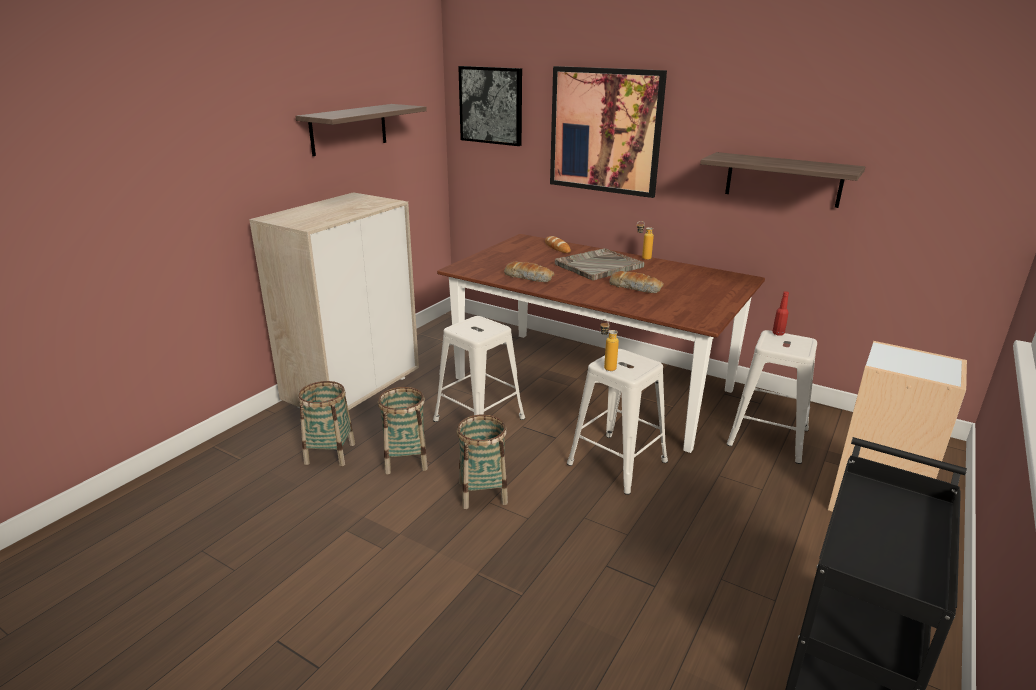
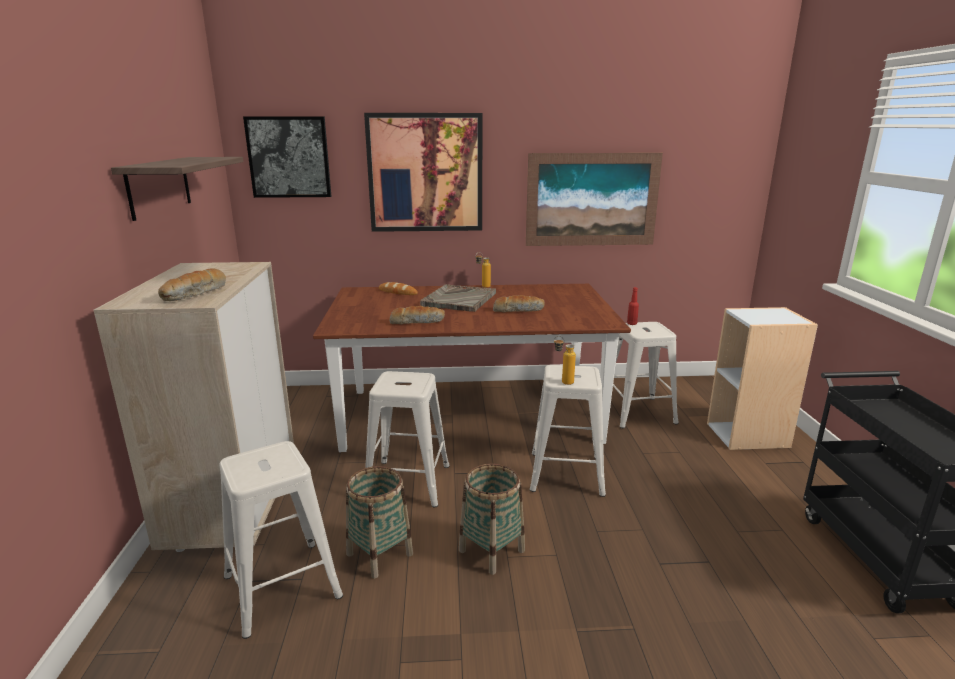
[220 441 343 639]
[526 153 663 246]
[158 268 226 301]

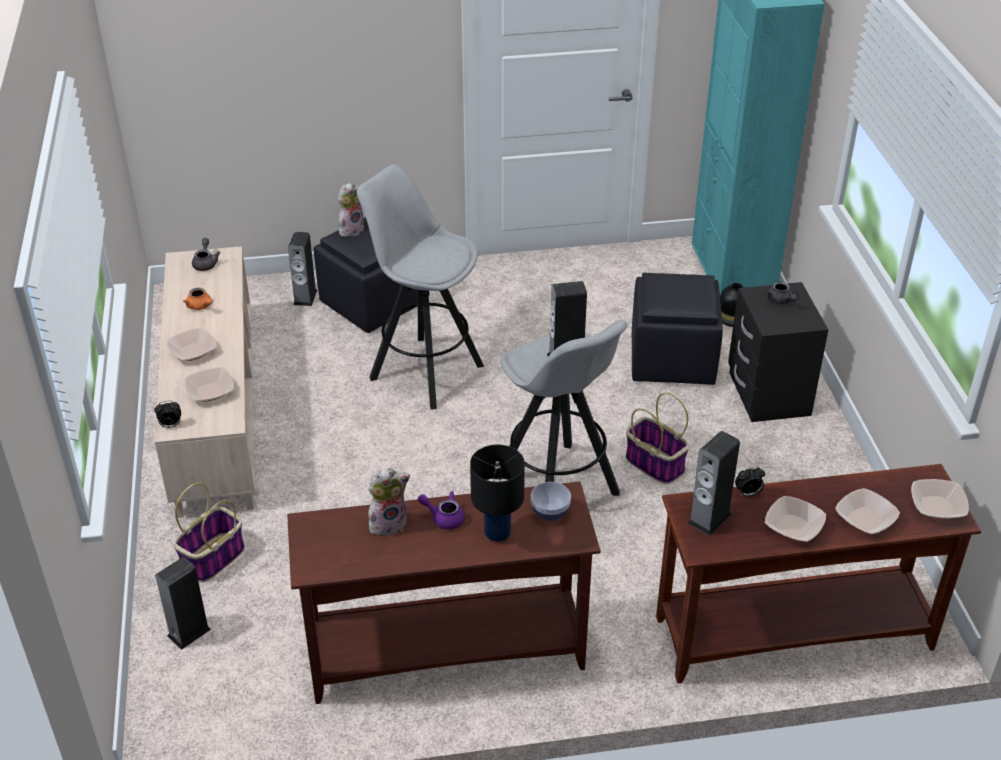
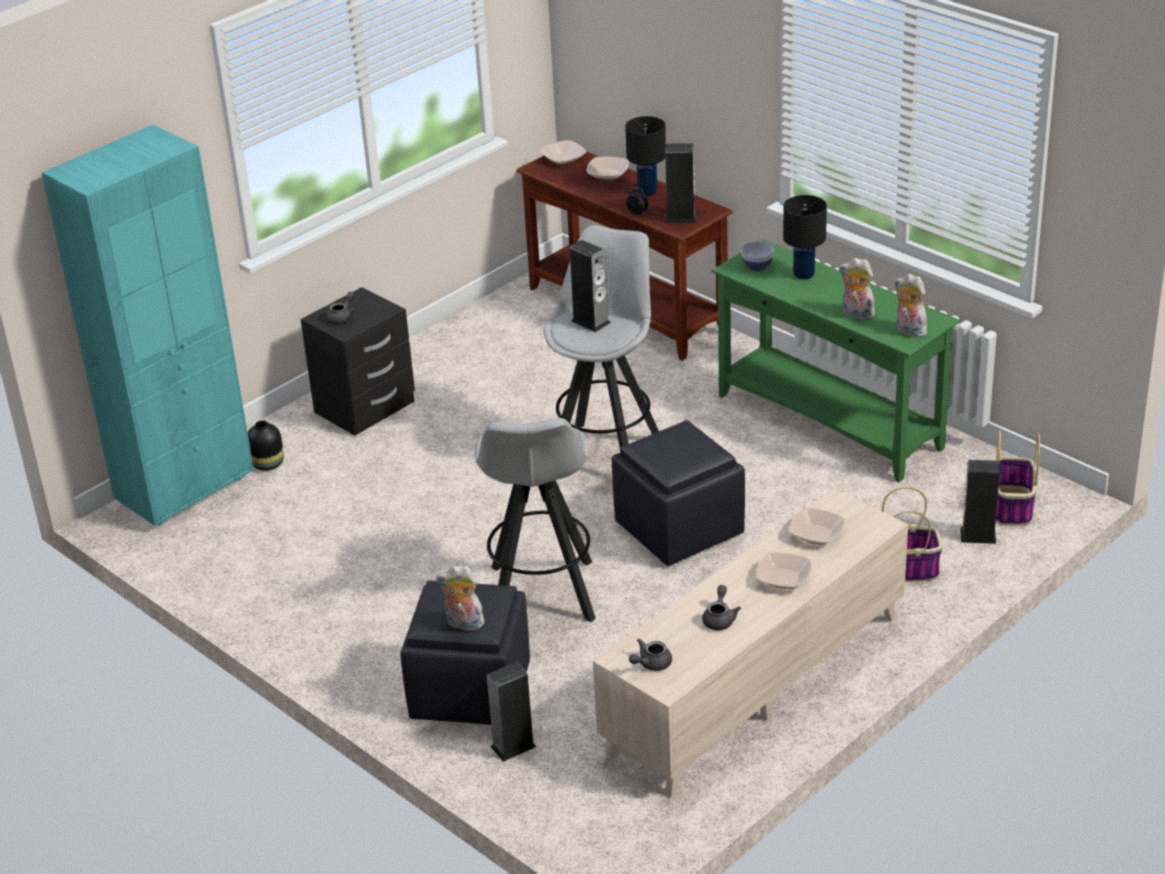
[154 401 181 428] (first image)
[702 585 741 630]
[712 239 960 482]
[418 491 465 529] (first image)
[996 431 1040 526]
[612 420 745 566]
[625 116 666 195]
[894 274 929 338]

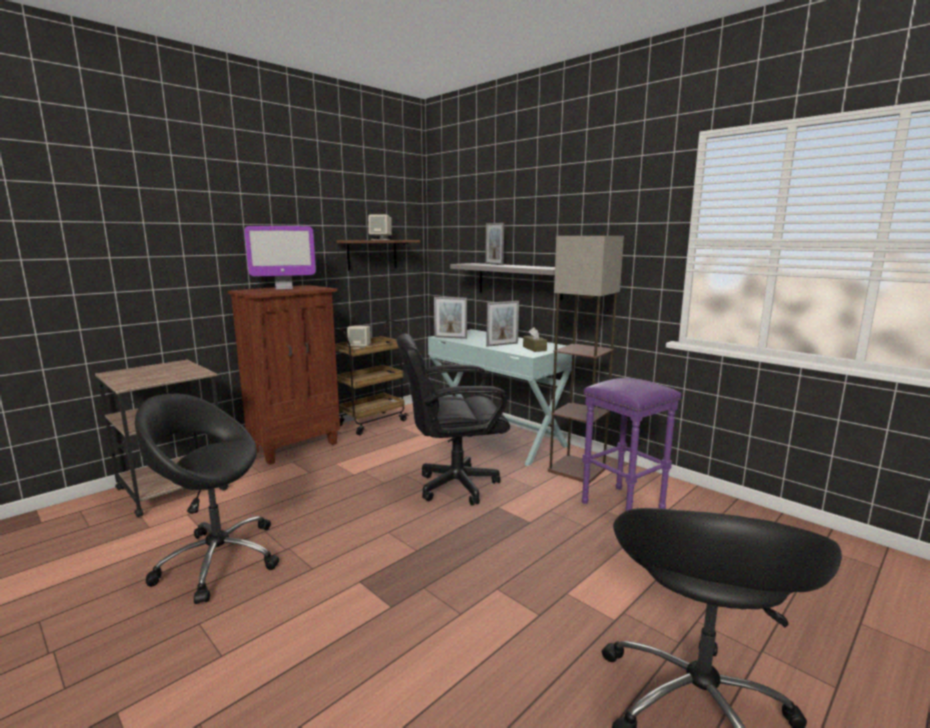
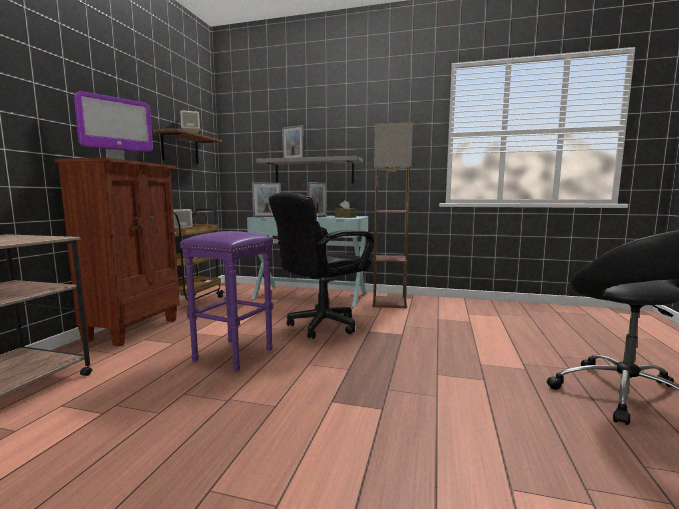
[135 393 279 604] (first image)
[180 231 273 371]

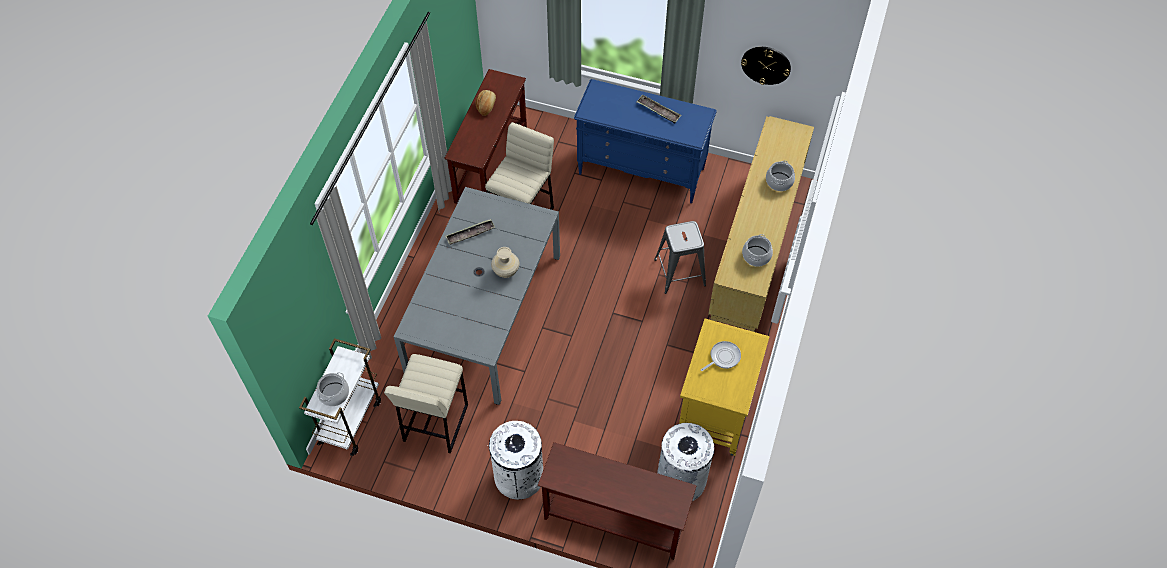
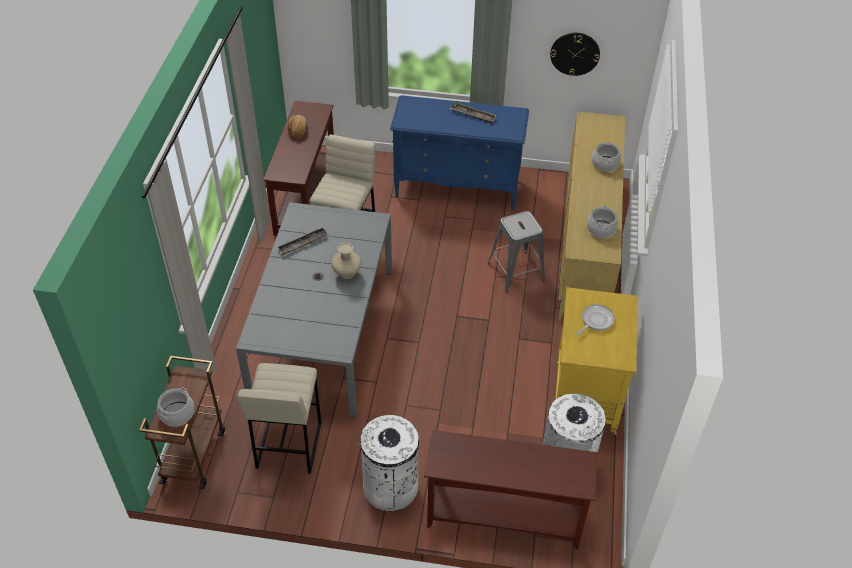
[139 356 225 490]

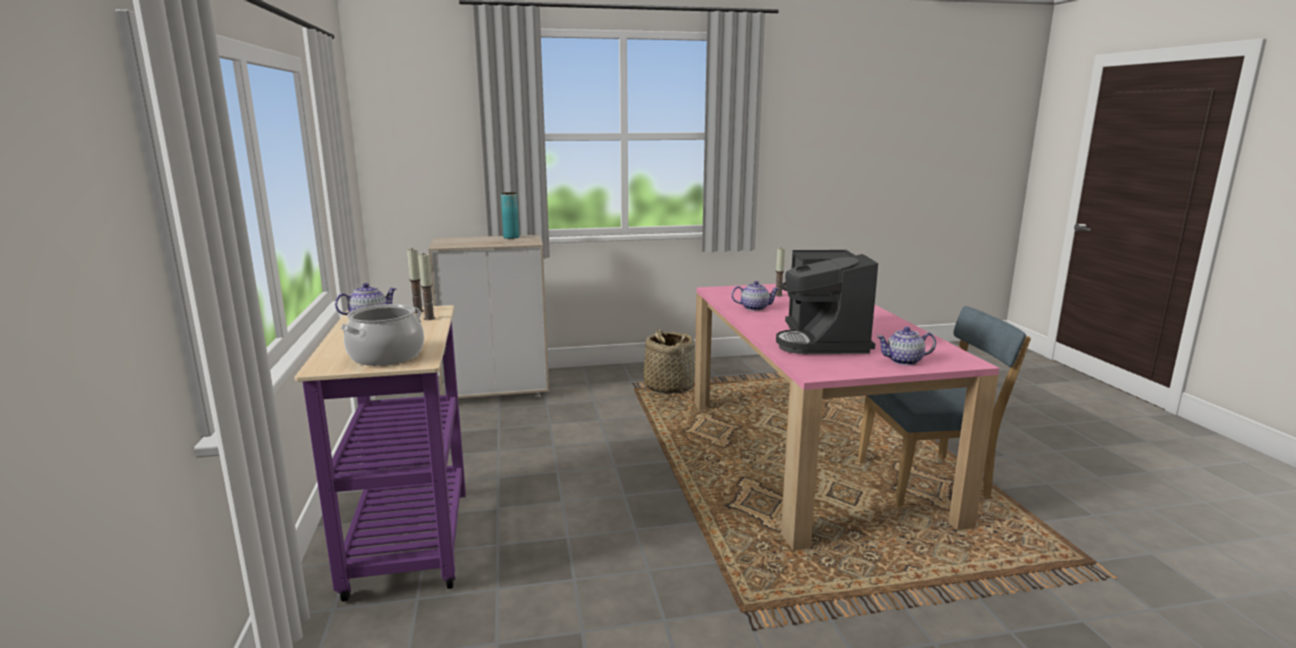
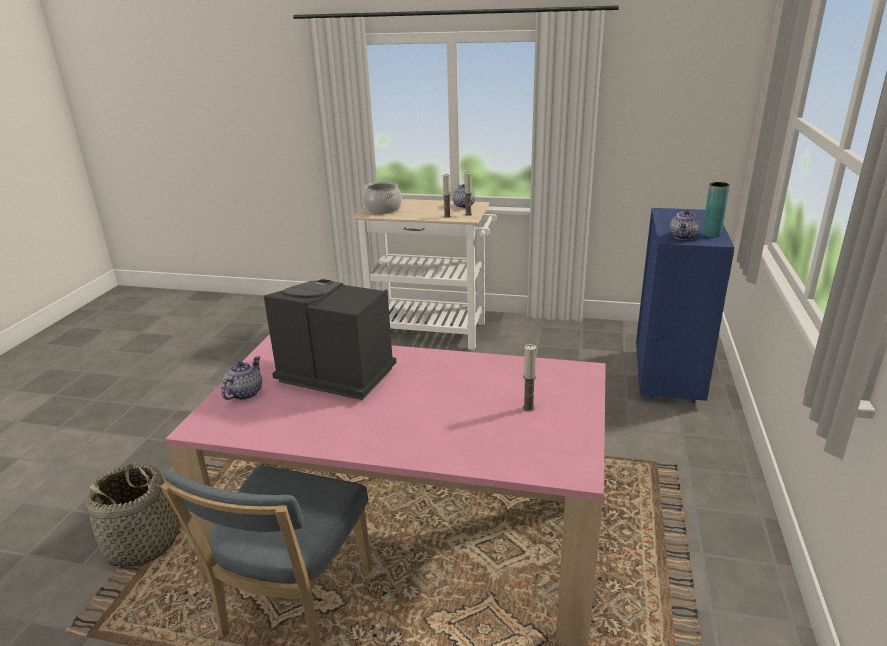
[353 199 497 350]
[636 208 734 403]
[83 463 185 567]
[670 210 700 240]

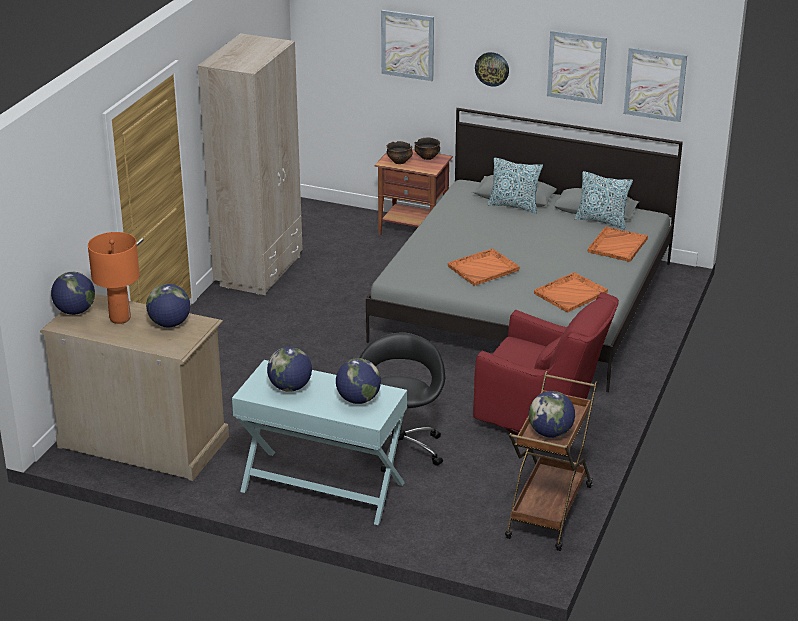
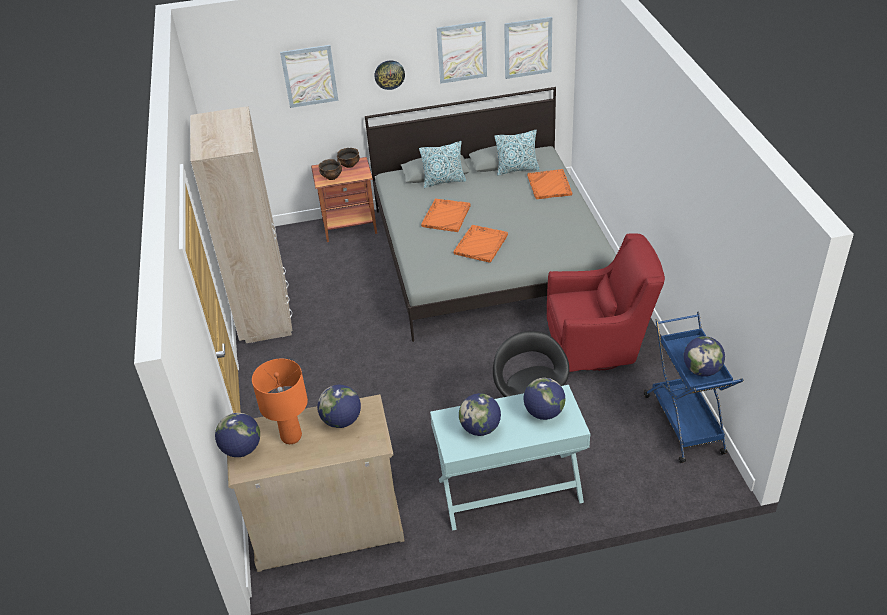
[644 312 744 463]
[421 199 471 232]

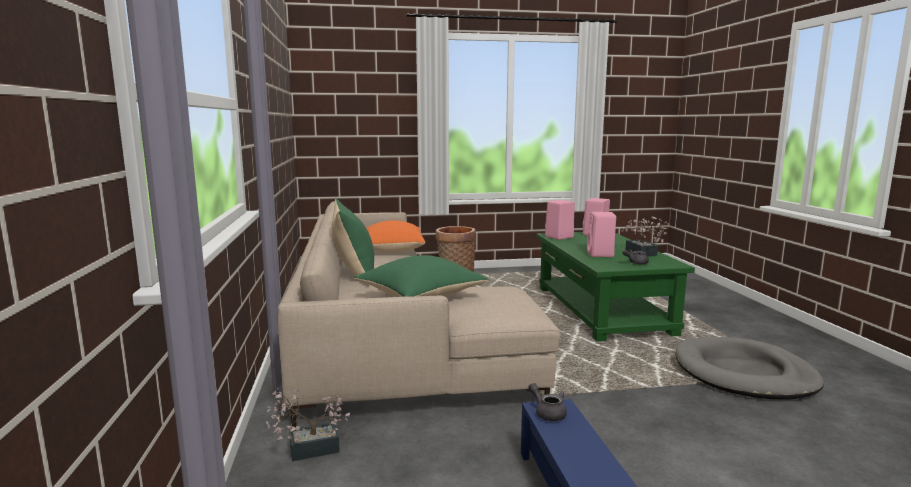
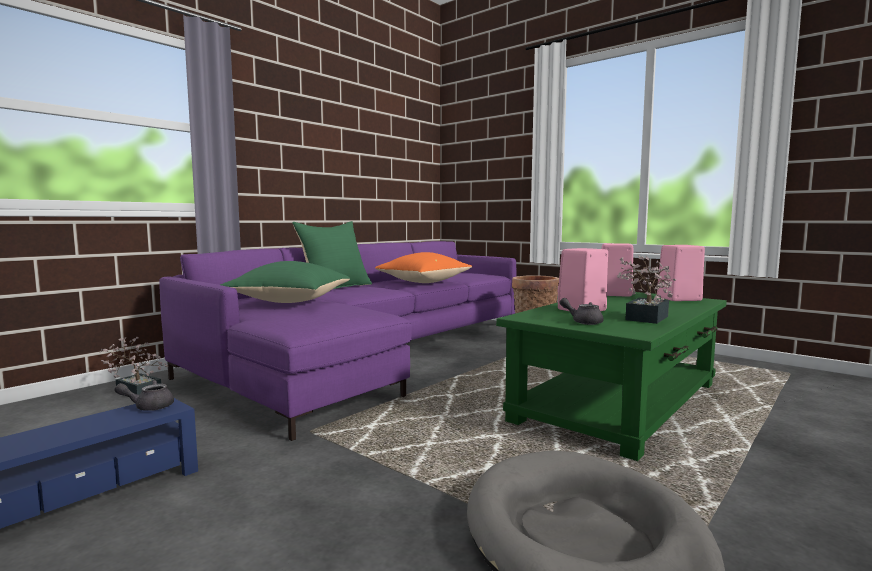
[159 241 516 441]
[114 380 174 411]

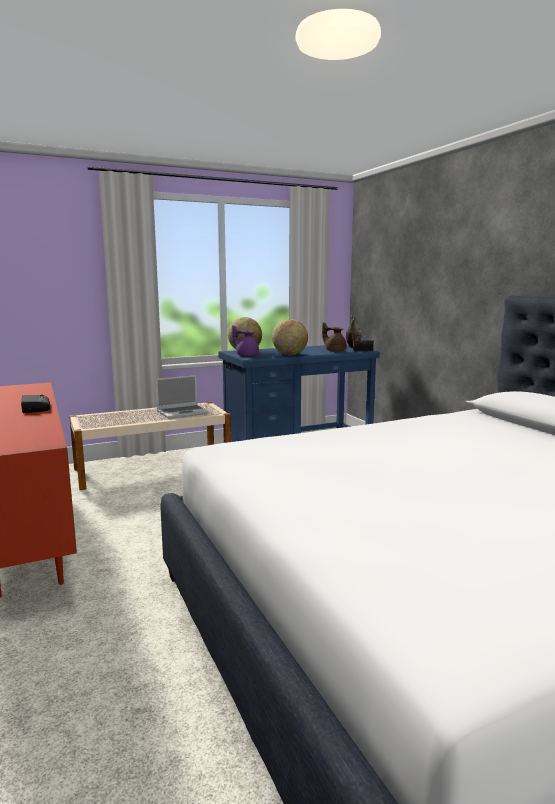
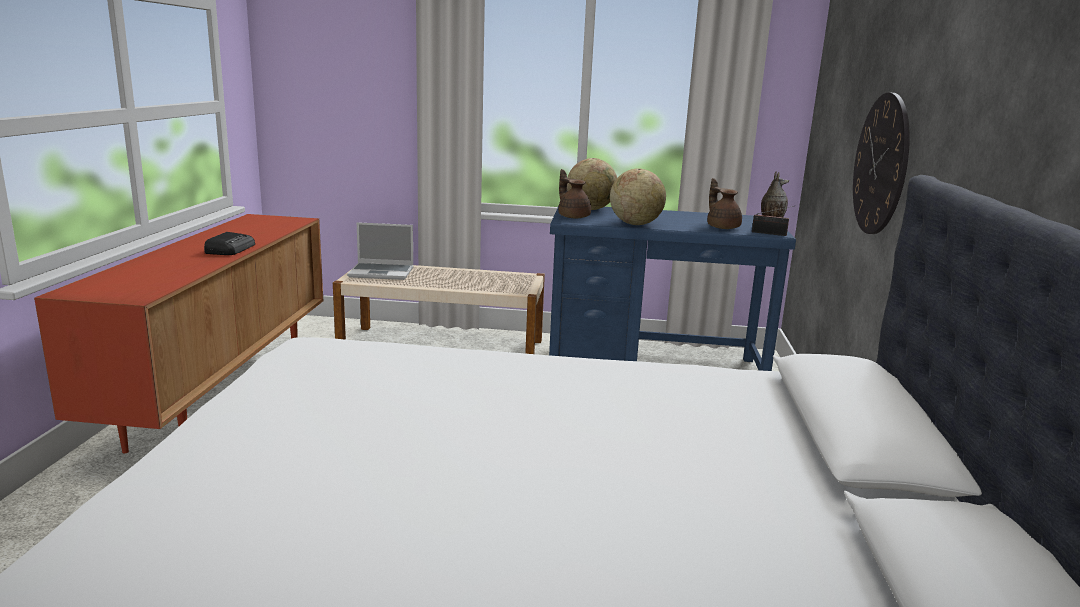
[347 222 414 280]
[558 169 591 218]
[853 92 910 234]

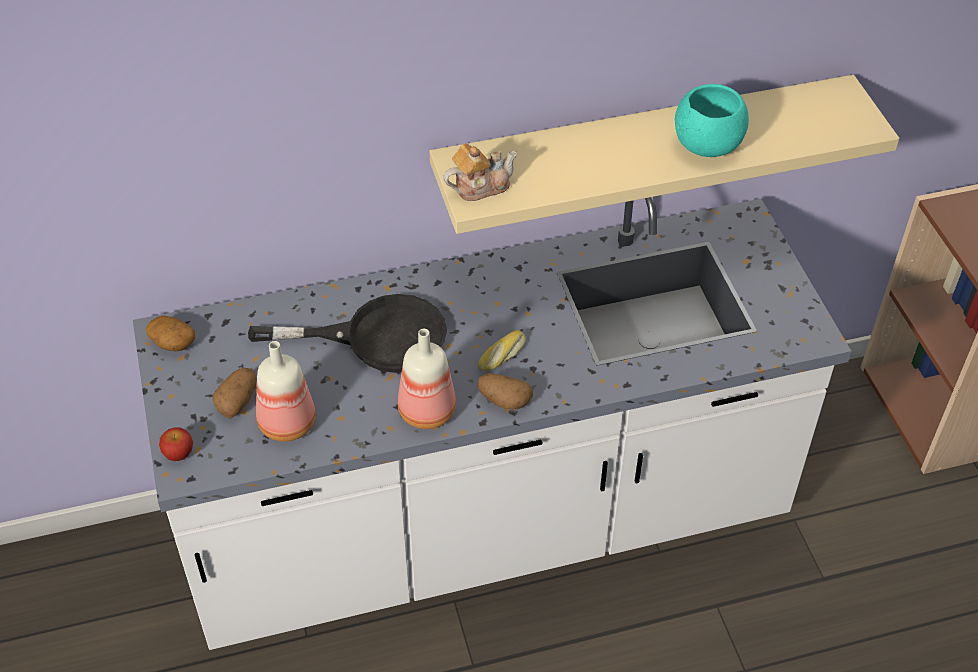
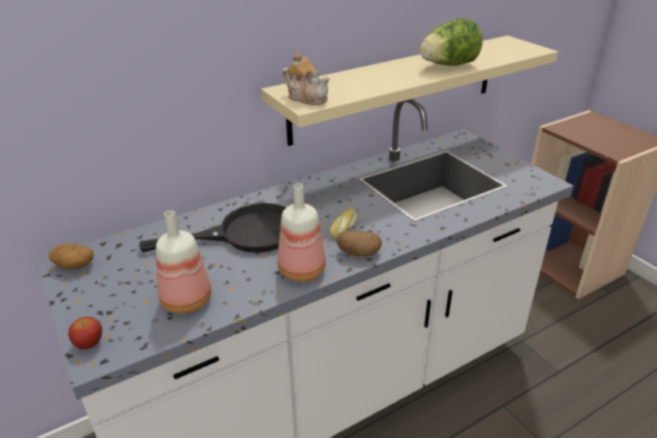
[213 368 257 418] (first image)
[282 53 330 105]
[419 18 483 66]

